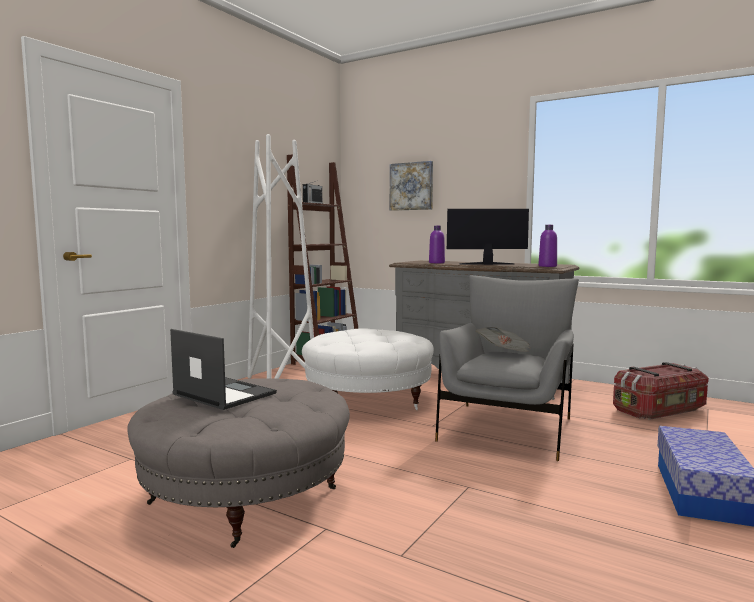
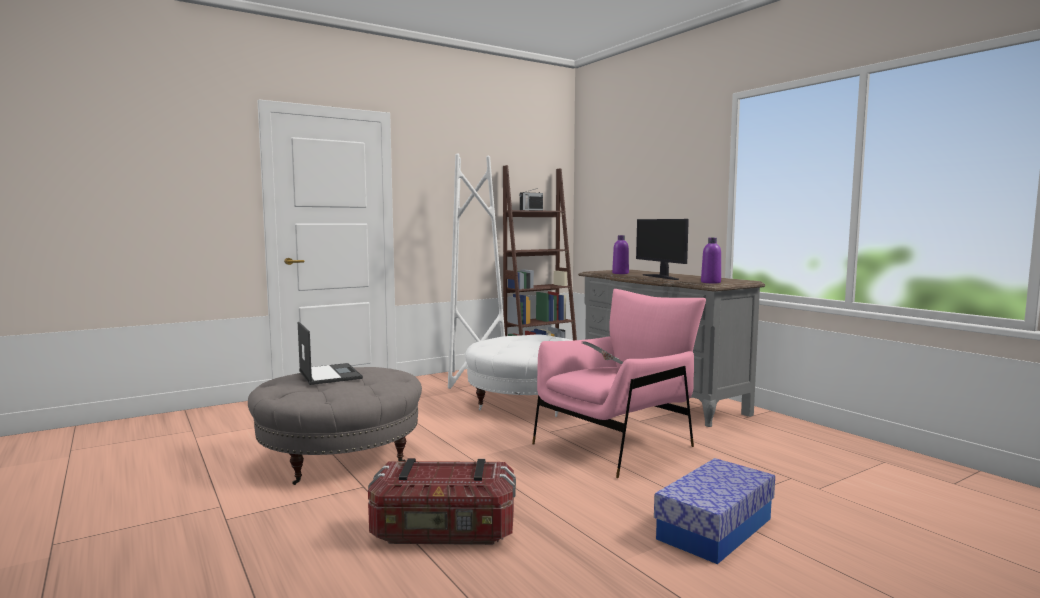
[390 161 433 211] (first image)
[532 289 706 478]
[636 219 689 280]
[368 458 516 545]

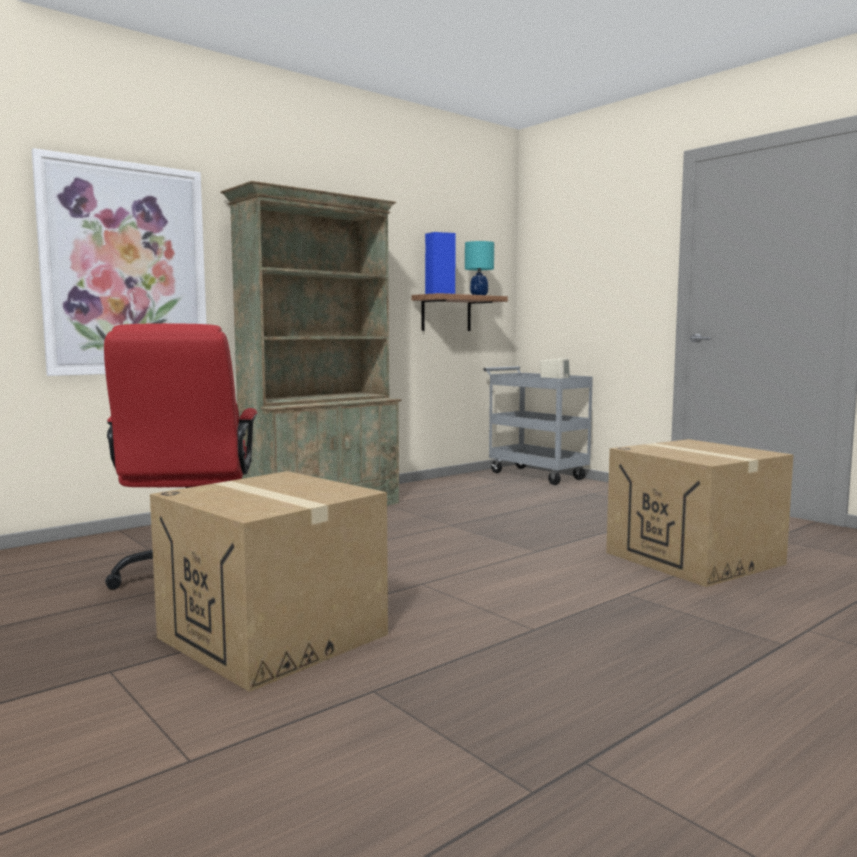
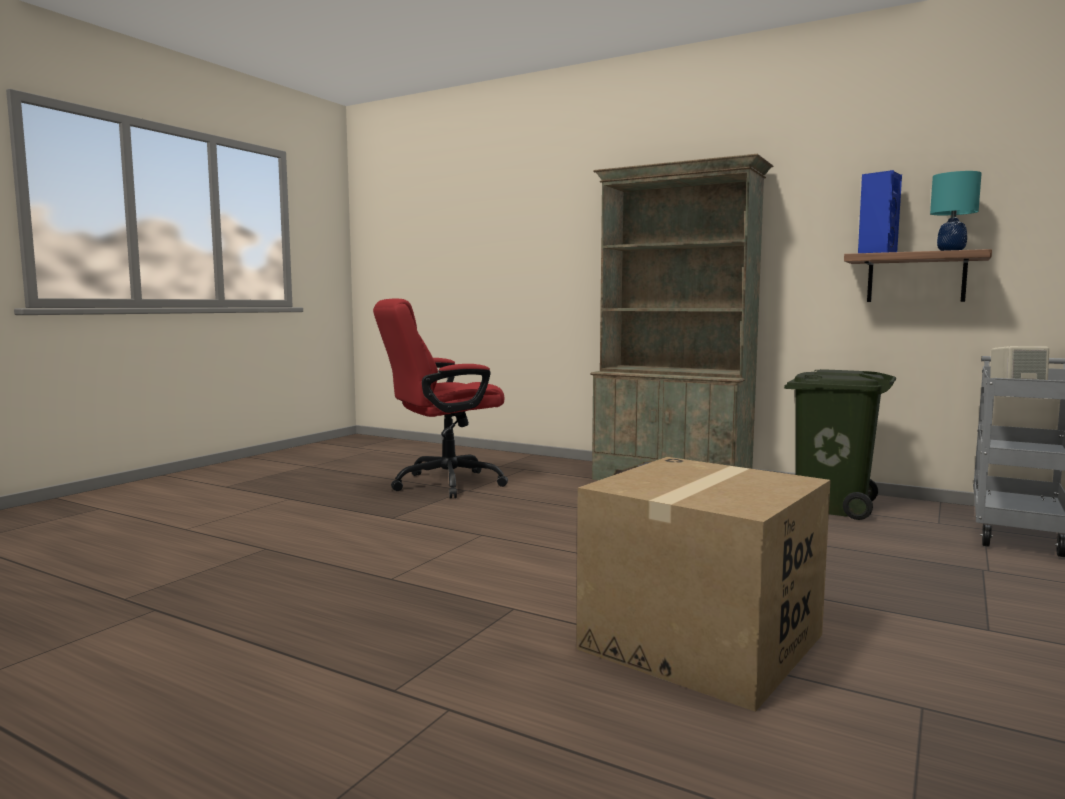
[32 148 206 376] (first image)
[150 471 388 692] (first image)
[784 369 896 520]

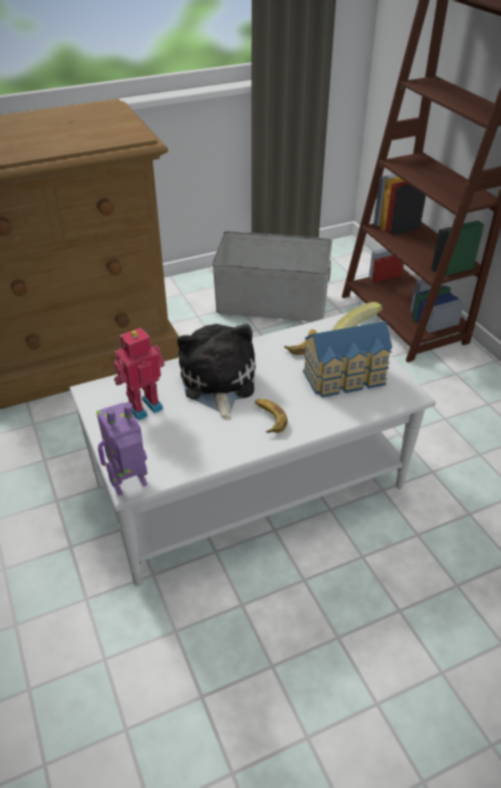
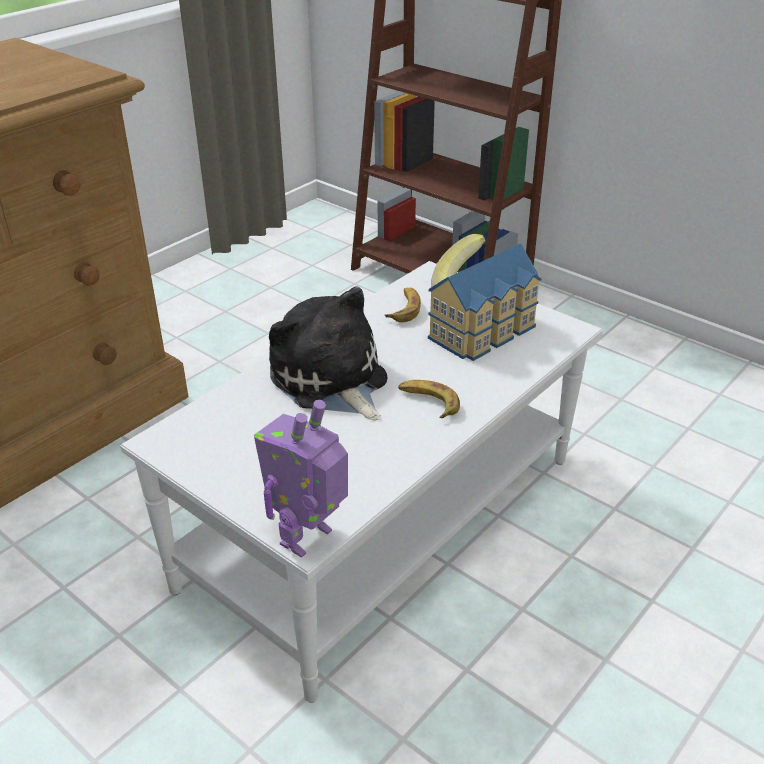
[114 328 165 420] (first image)
[212 231 332 322] (first image)

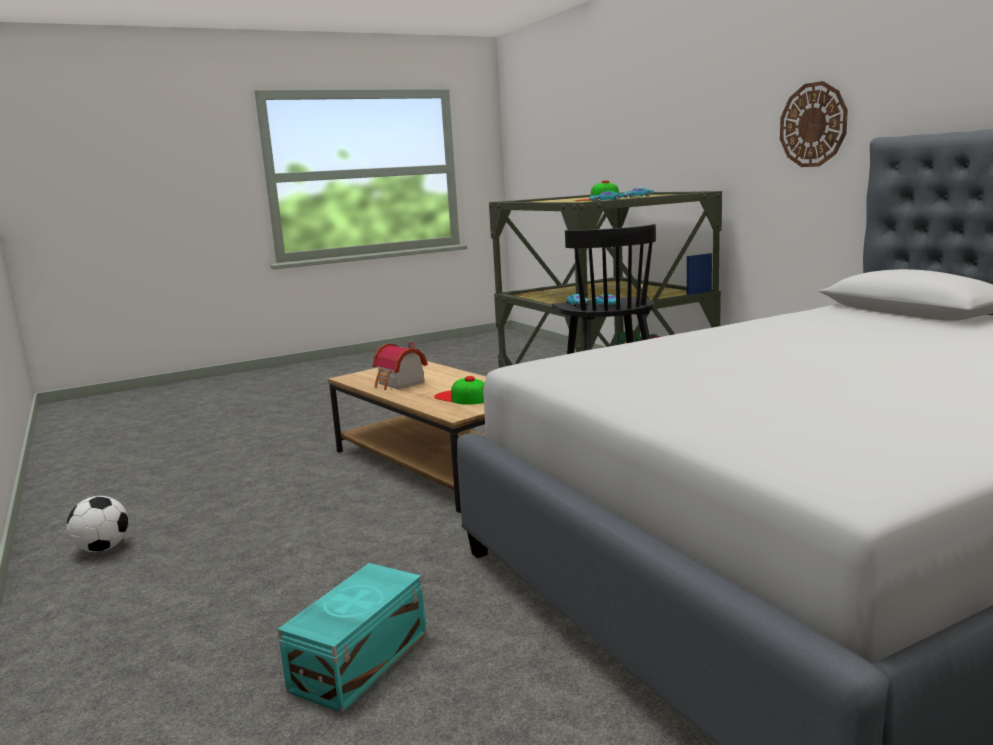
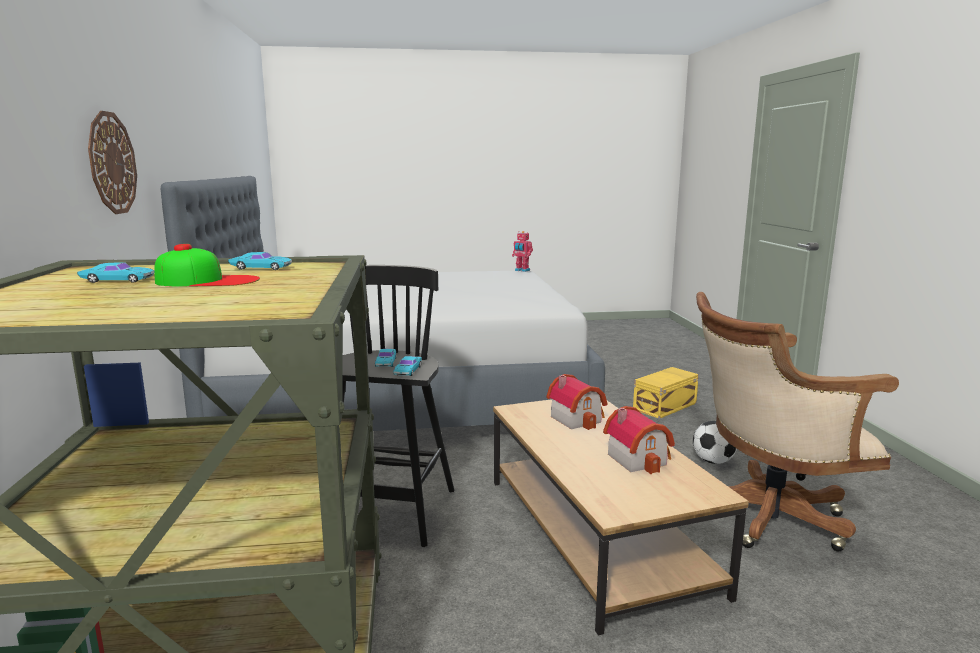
[693 421 737 464]
[633 367 699 419]
[546 374 607 430]
[512 231 533 272]
[696 292 899 552]

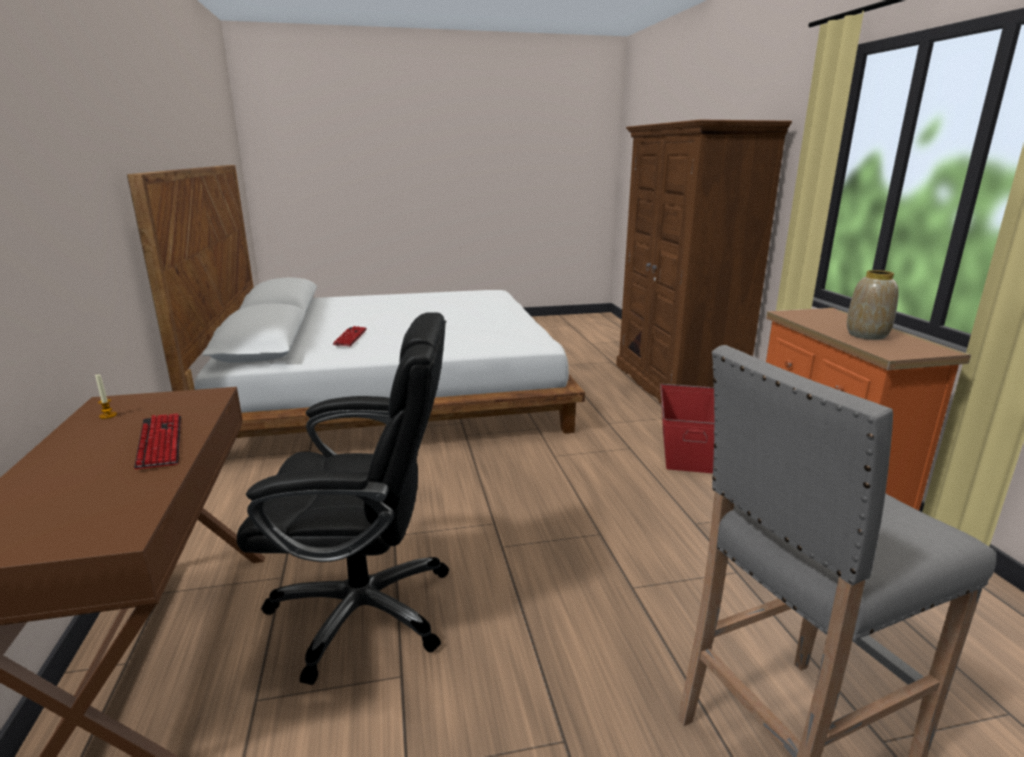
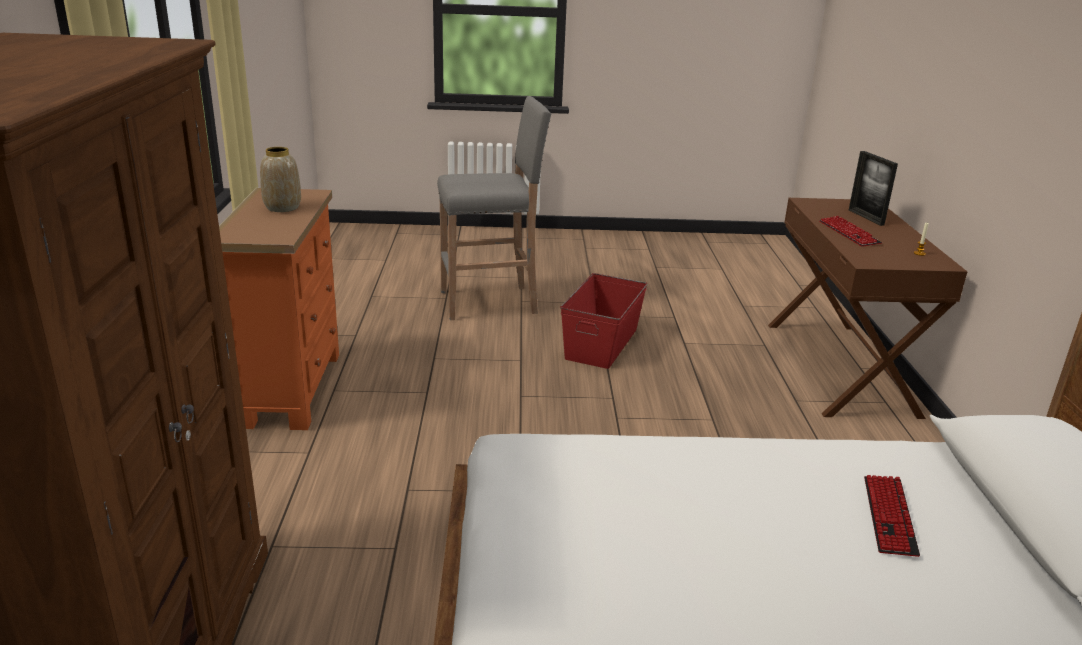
[237 312 449 685] (first image)
[560 273 647 369]
[849 151 898 226]

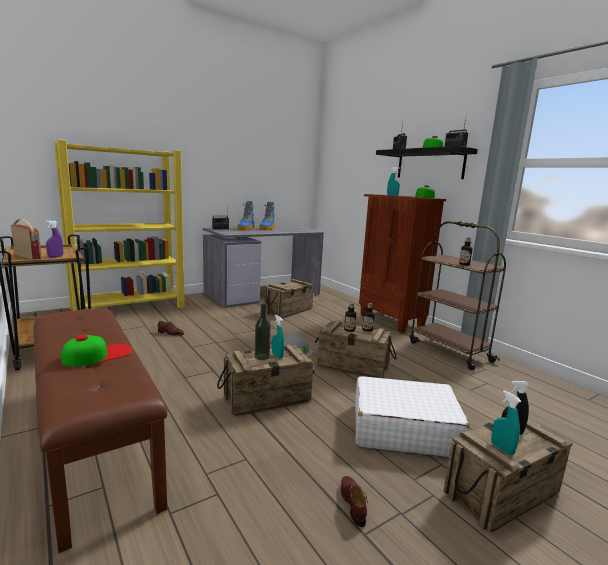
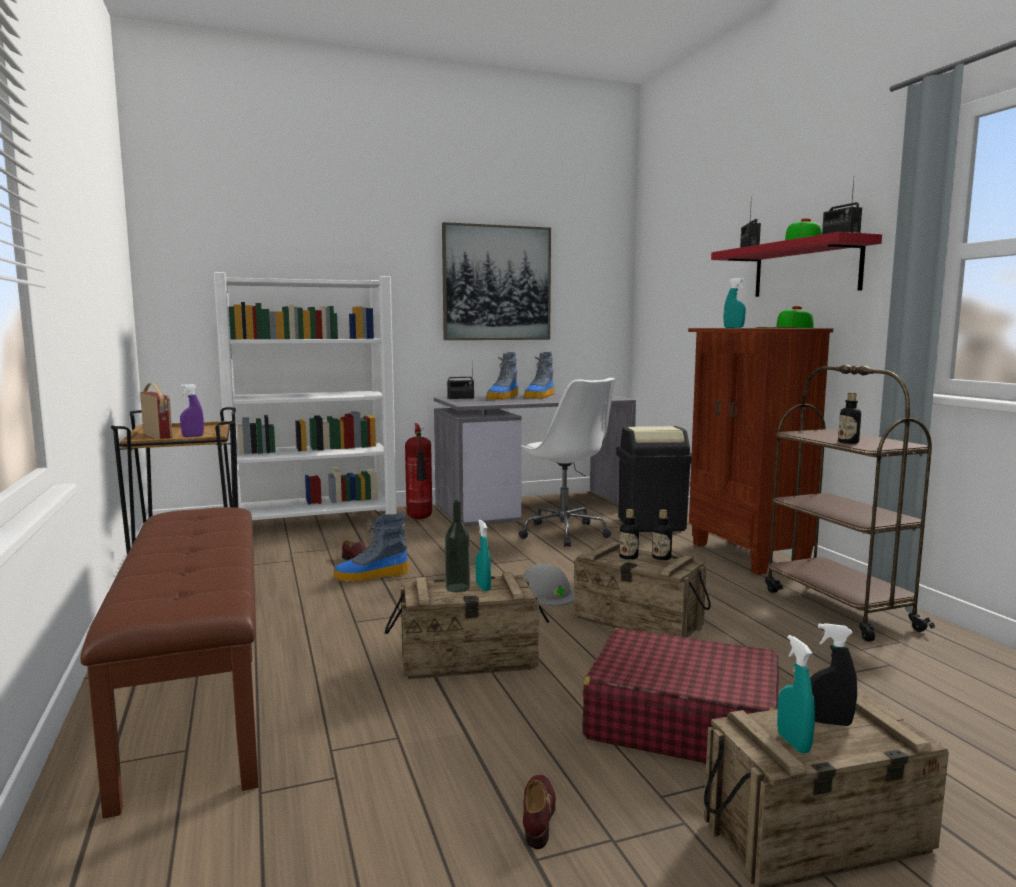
[214 272 397 520]
[61 334 132 366] (first image)
[519 378 616 547]
[582 628 779 763]
[711 232 882 297]
[334 513 409 582]
[405 423 432 519]
[442 222 551 340]
[616 426 692 532]

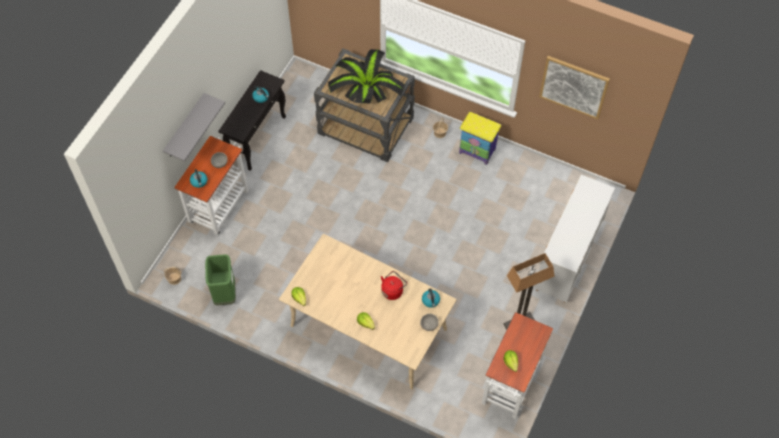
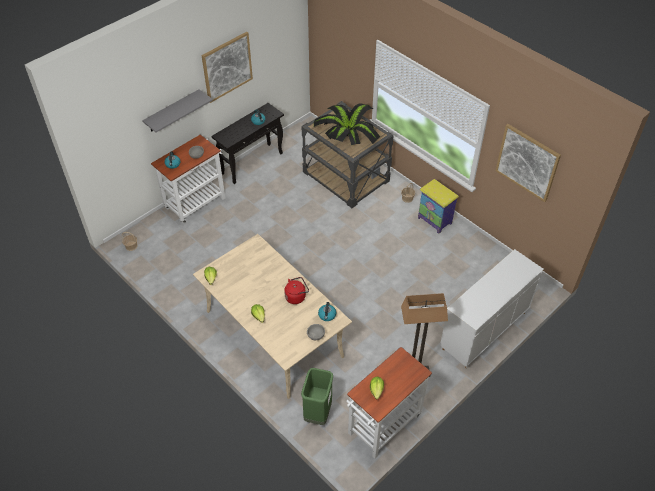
[301 368 333 425]
[202 32 253 103]

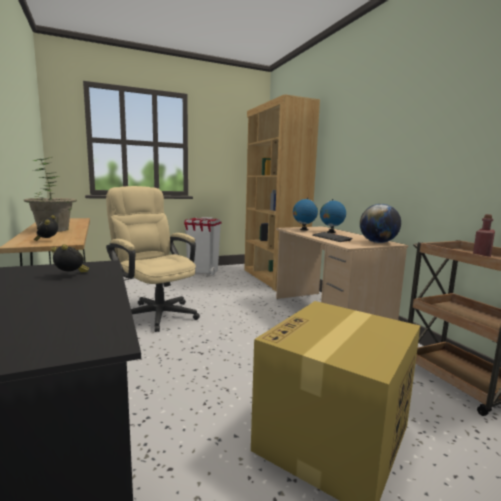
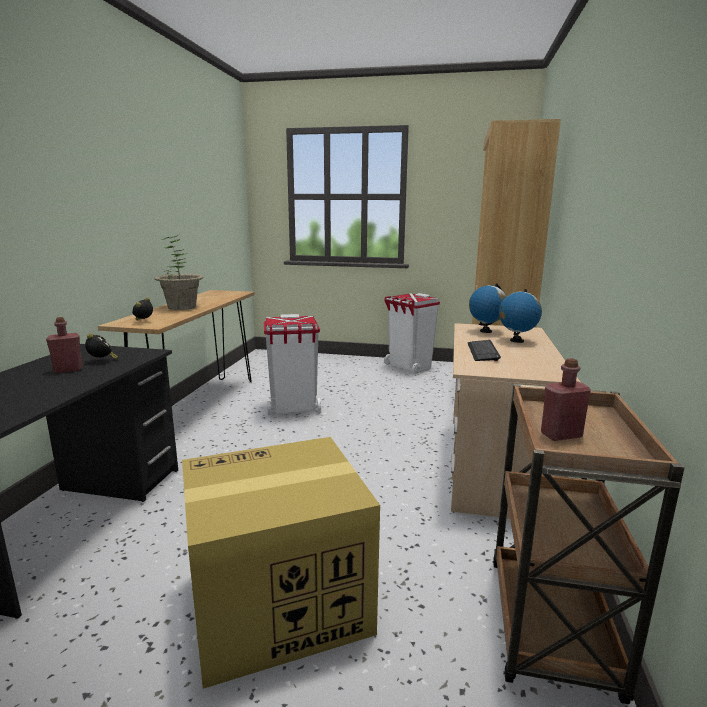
[264 314 321 416]
[360 204 401 243] (first image)
[46 317 83 373]

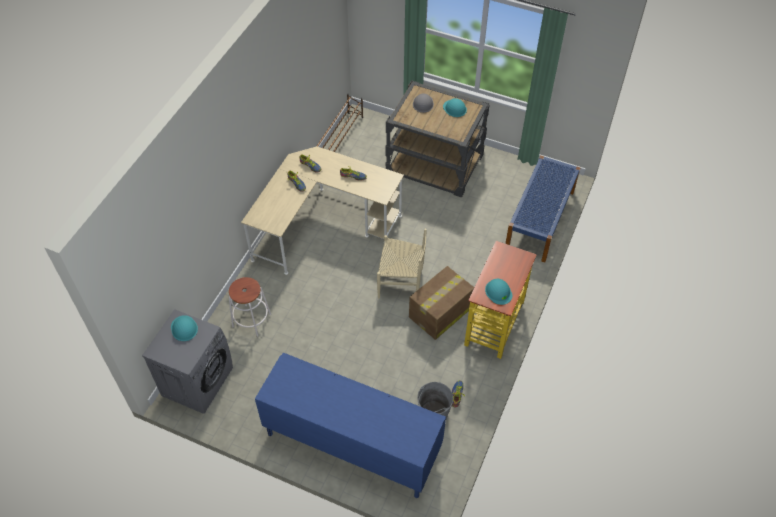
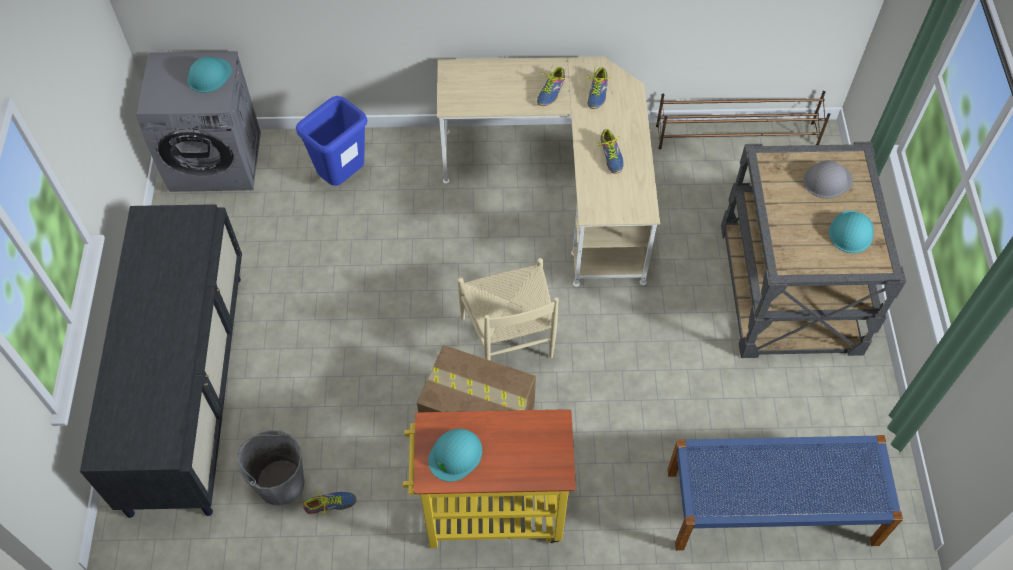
[296 96 368 186]
[80 204 242 518]

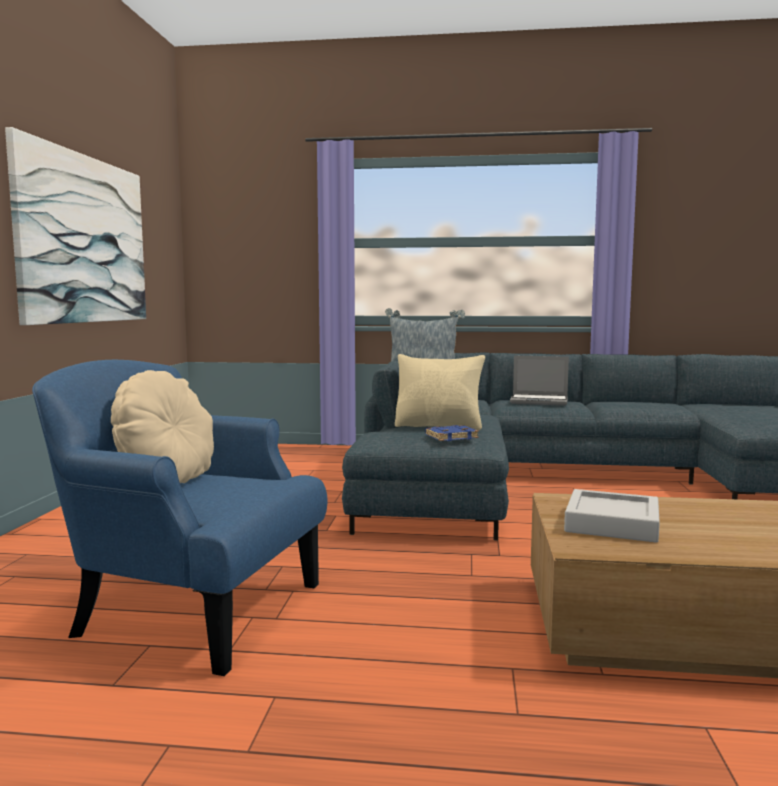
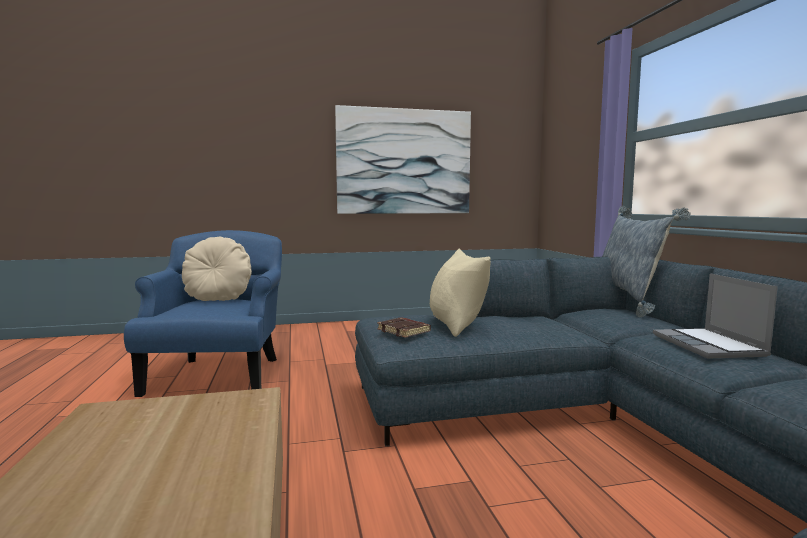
[377 317 431 338]
[564 489 660 543] (first image)

